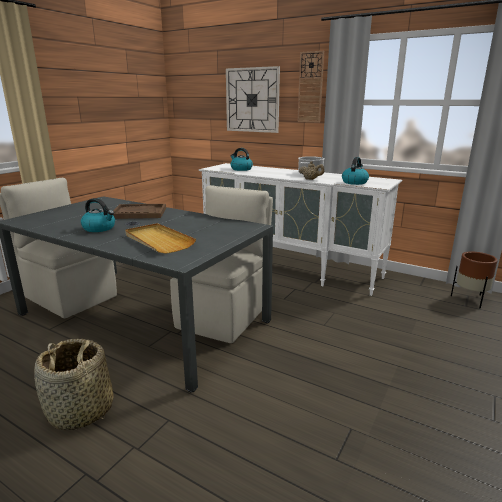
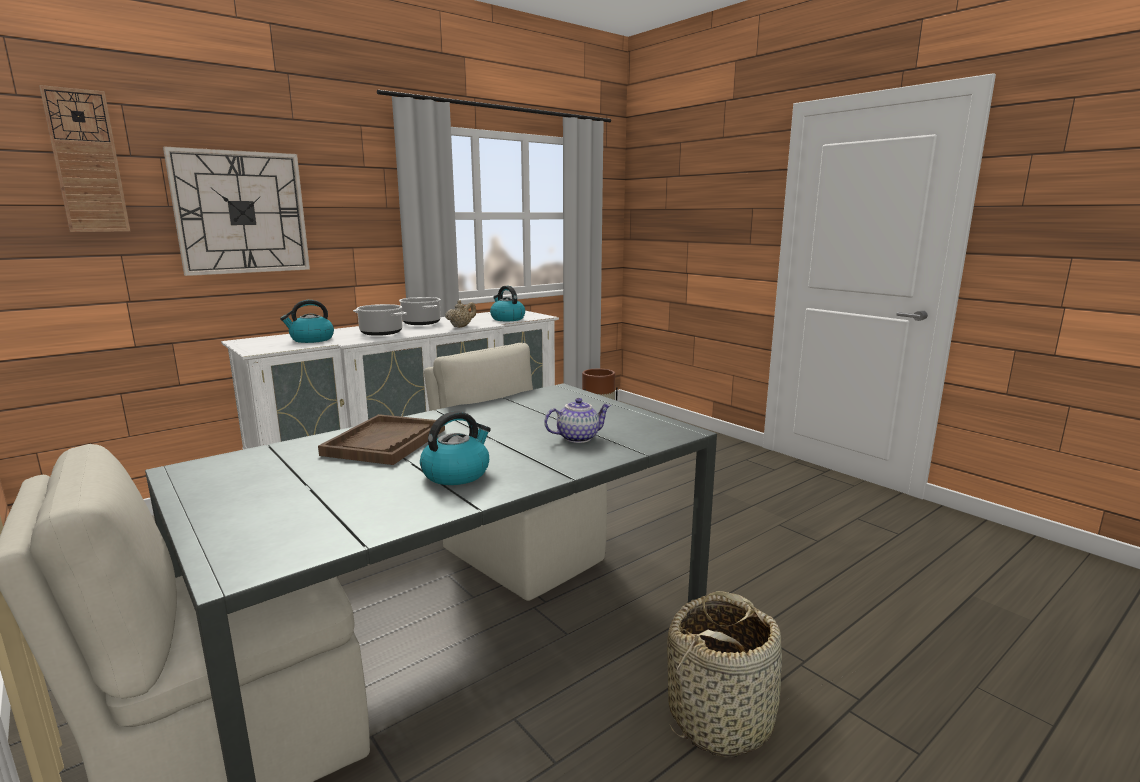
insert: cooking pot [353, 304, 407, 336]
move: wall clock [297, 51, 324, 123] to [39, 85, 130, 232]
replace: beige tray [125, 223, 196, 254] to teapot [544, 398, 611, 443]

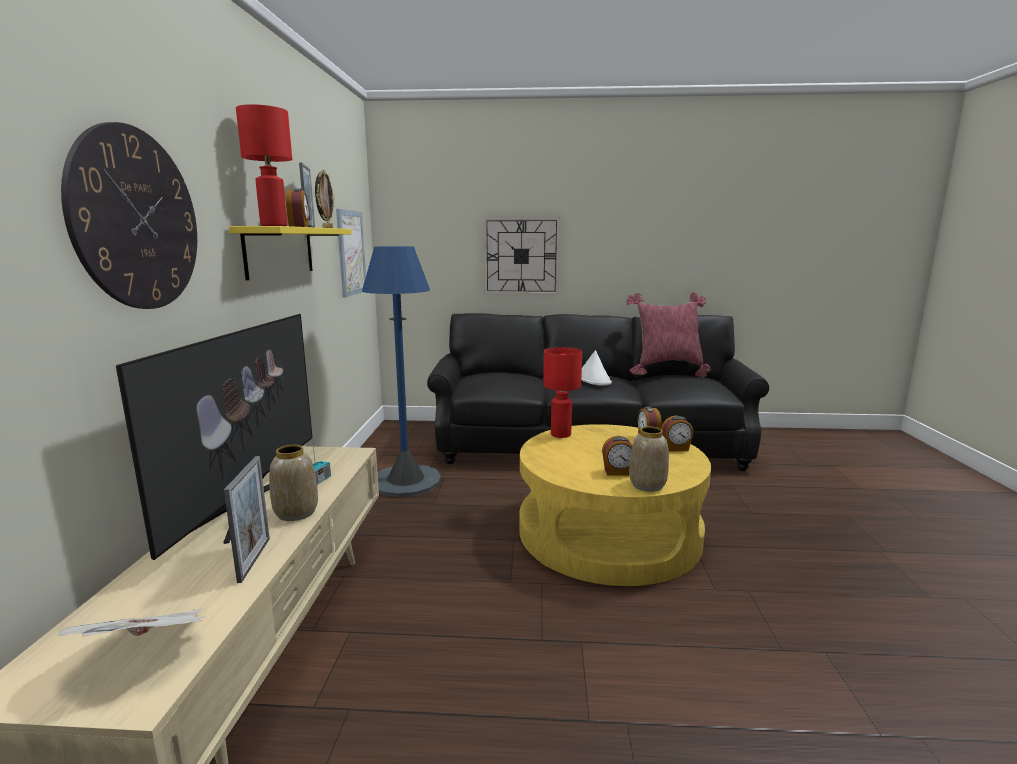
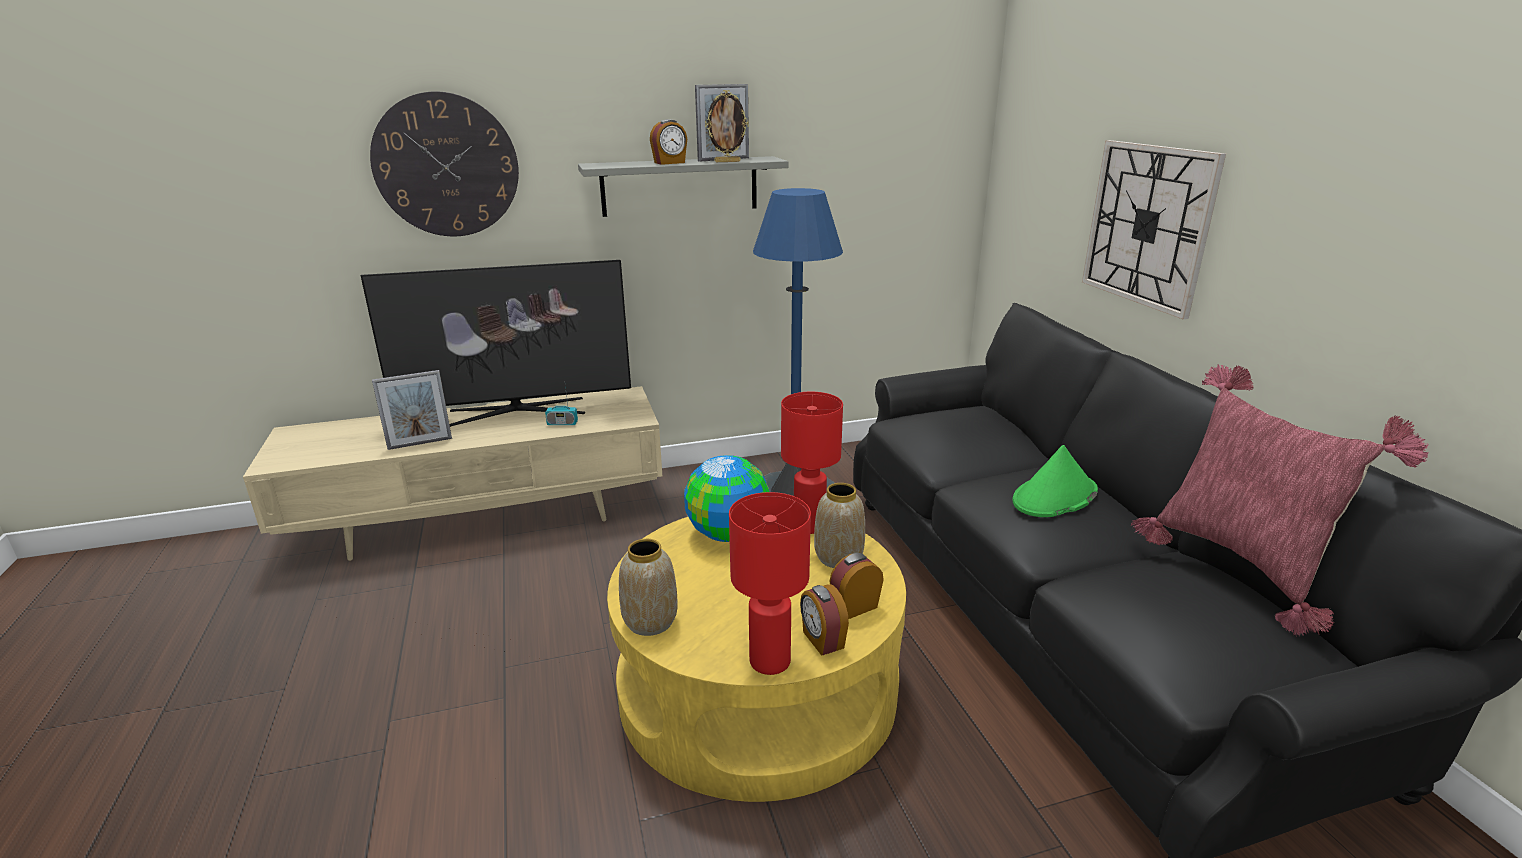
delete: picture [336, 209, 366, 297]; alarm clock [602, 436, 632, 476]; newspaper [58, 609, 205, 637]
insert: globe [684, 455, 770, 542]
move: red table lamp [236, 104, 292, 226] to [729, 492, 811, 675]; vase [269, 445, 318, 521] to [814, 483, 865, 568]
recolor: yellow shelf [229, 226, 352, 280] to grey shelf [578, 156, 788, 217]; white hat [581, 350, 612, 386] to green hat [1012, 445, 1098, 517]

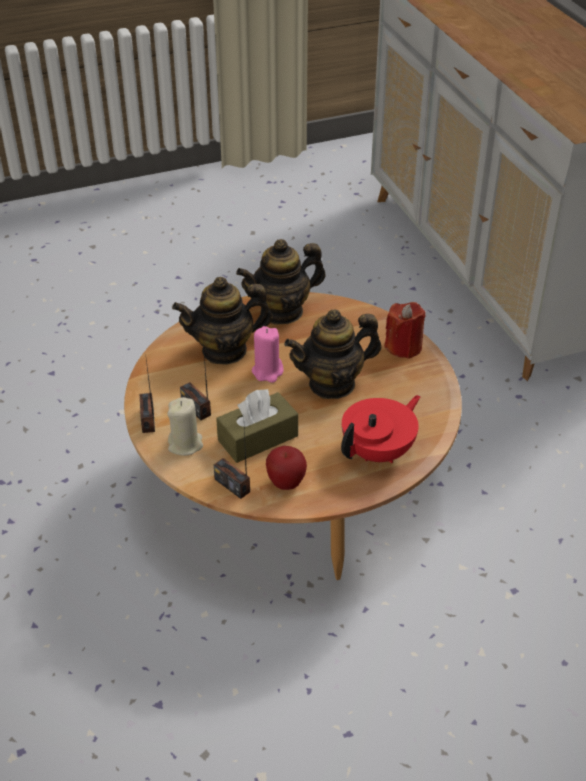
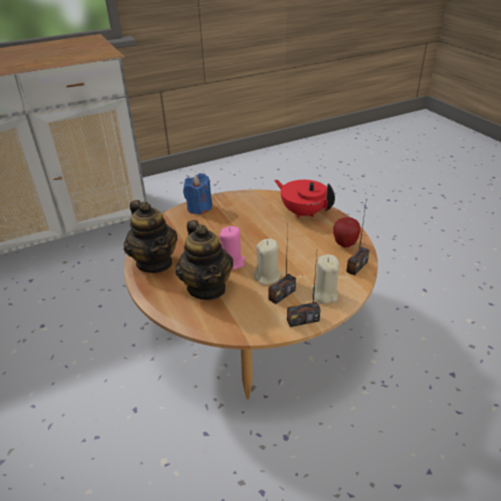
delete: teapot [284, 309, 382, 399]; brown tissue box [216, 389, 298, 463]
insert: beige candle [254, 238, 281, 285]
recolor: red candle [384, 302, 426, 359] to blue candle [183, 173, 212, 215]

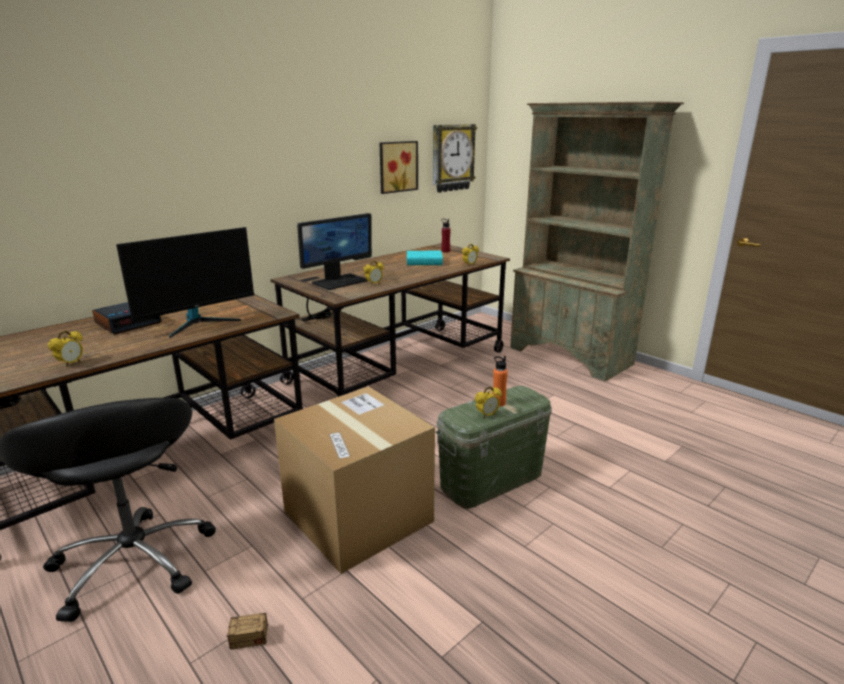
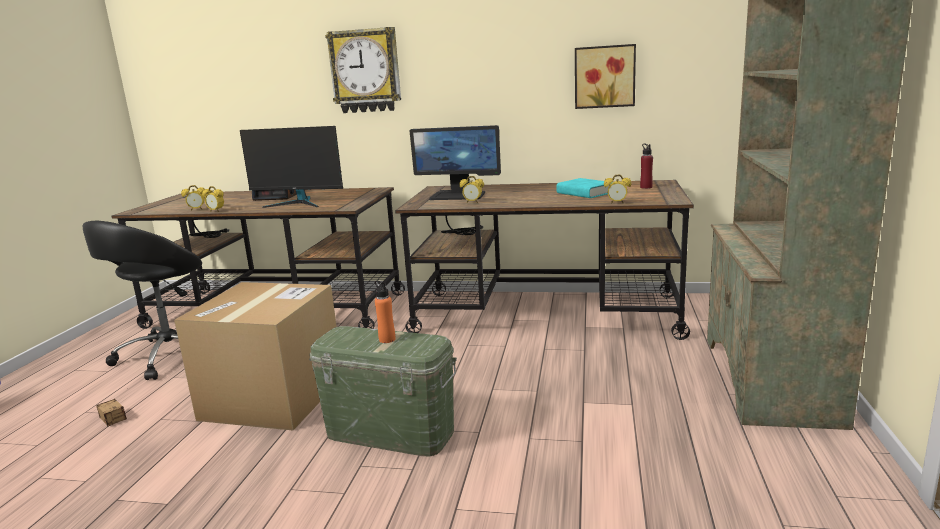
move: wall clock [433, 124, 477, 193] to [325, 27, 401, 113]; alarm clock [475, 386, 502, 419] to [202, 186, 224, 212]

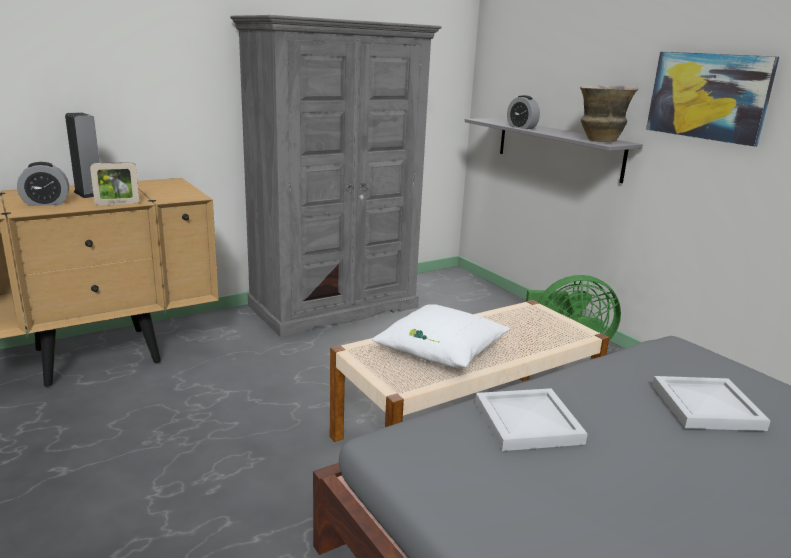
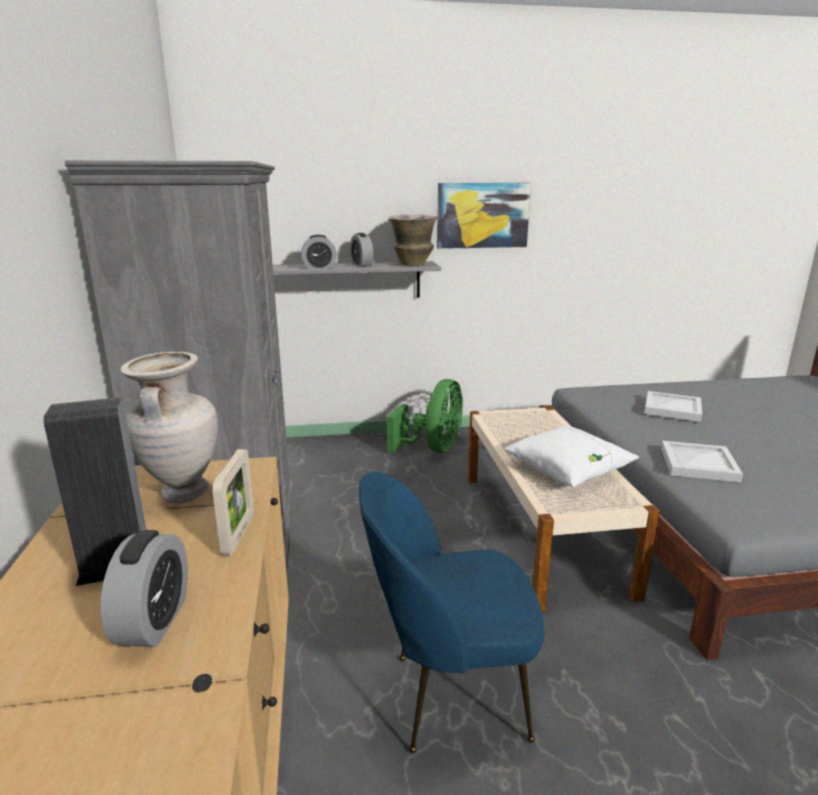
insert: alarm clock [350, 233, 373, 267]; beige vase [120, 352, 218, 503]; blue chair [359, 471, 544, 753]

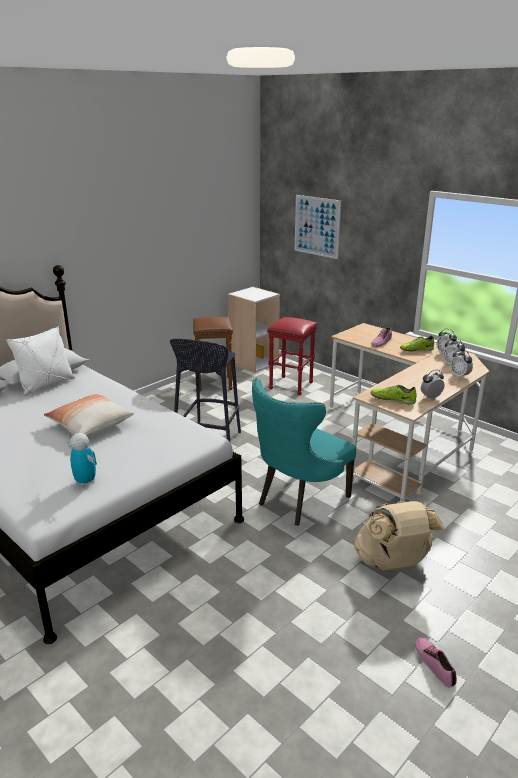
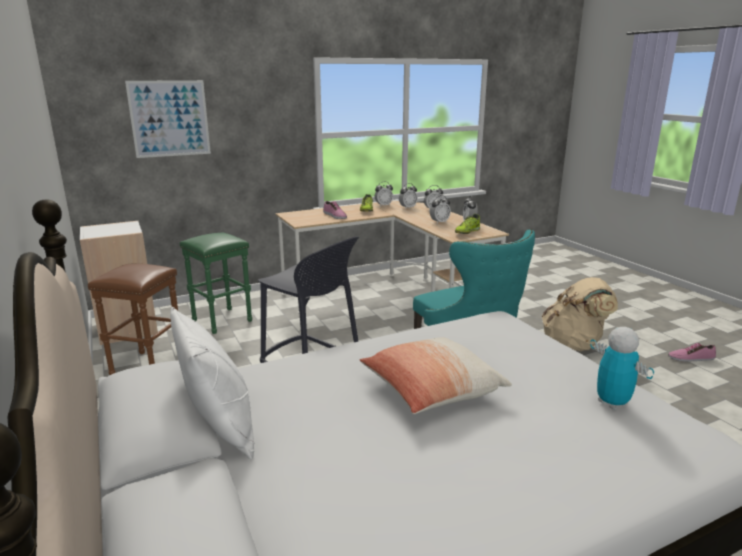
insert: alarm clock [430, 195, 451, 224]
recolor: red stool [267, 317, 317, 395] to green stool [180, 233, 252, 334]
rotate: toy robot [67, 433, 97, 486] = [590, 327, 654, 410] 90 degrees clockwise

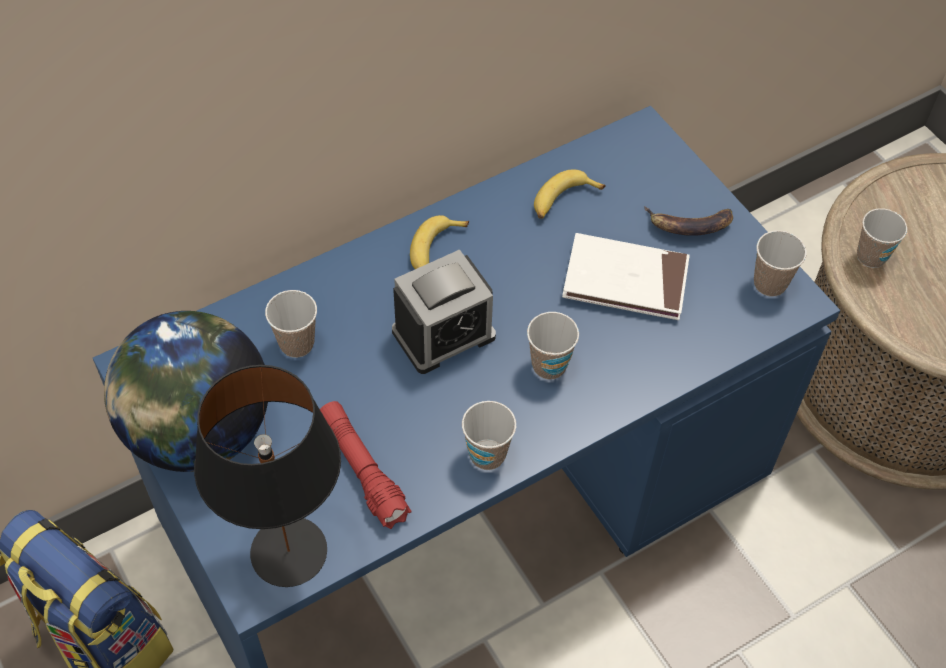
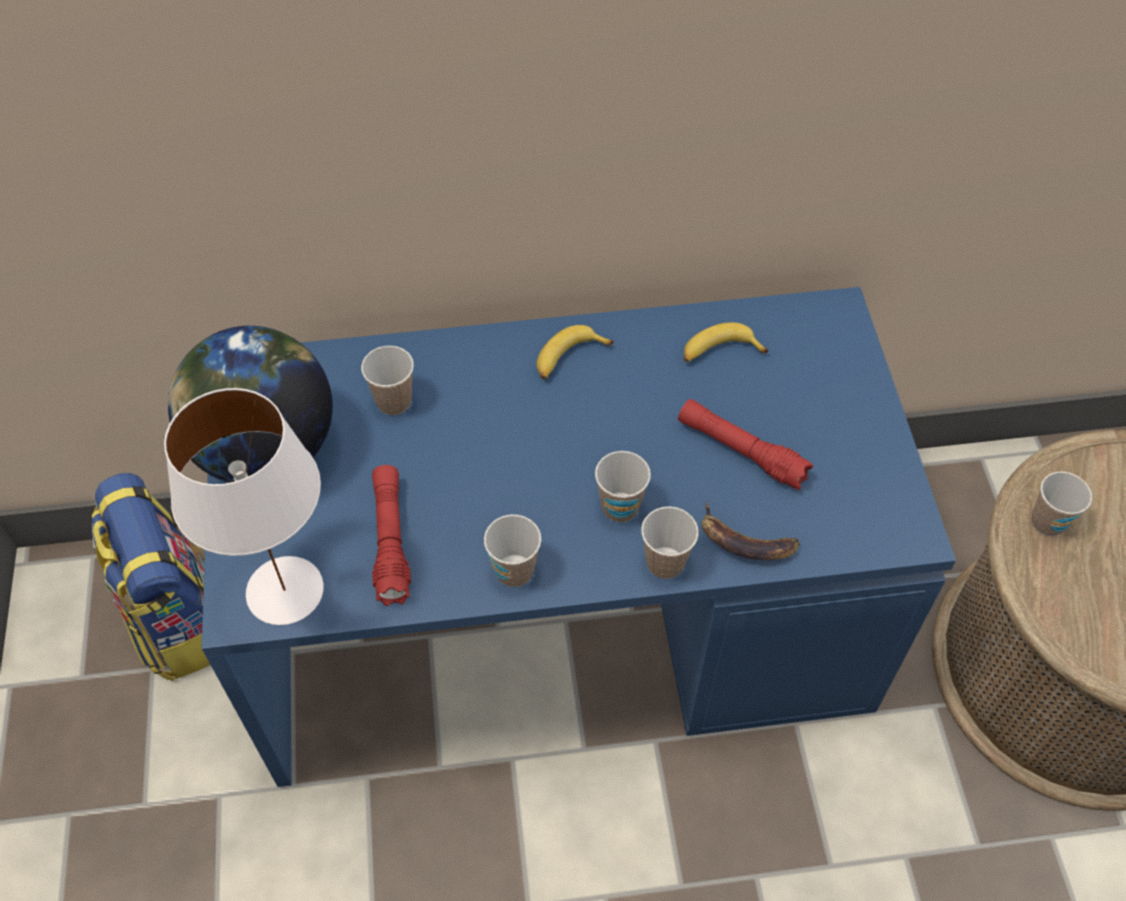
delete: alarm clock [392, 249, 496, 374]
move: banana [644, 206, 733, 236] to [701, 502, 800, 560]; cup [754, 230, 807, 297] to [641, 506, 699, 579]
replace: white book [562, 233, 690, 320] to red flashlight [678, 399, 813, 490]
recolor: black table lamp [194, 365, 341, 587] to white table lamp [164, 388, 324, 625]

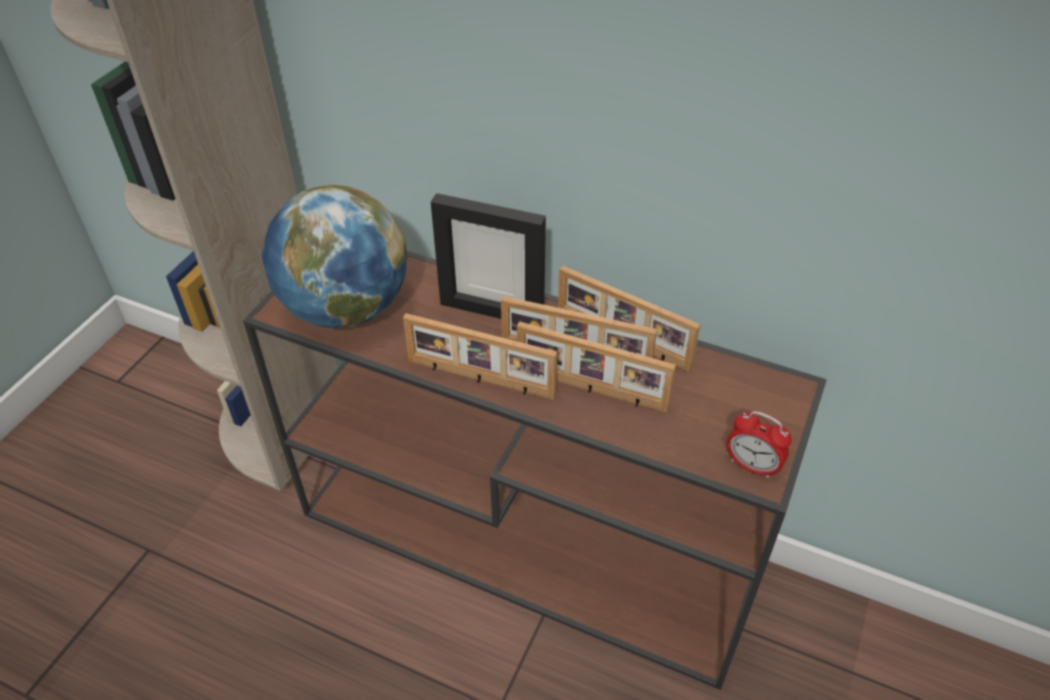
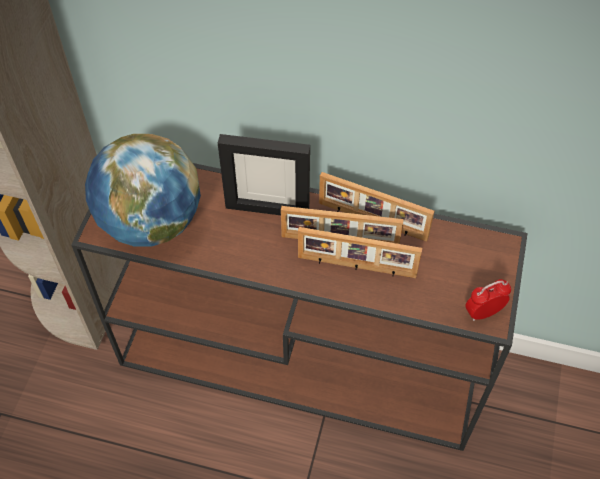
delete: picture frame [403, 313, 558, 400]
rotate: alarm clock [726, 411, 792, 478] = [465, 279, 511, 321] 135 degrees clockwise

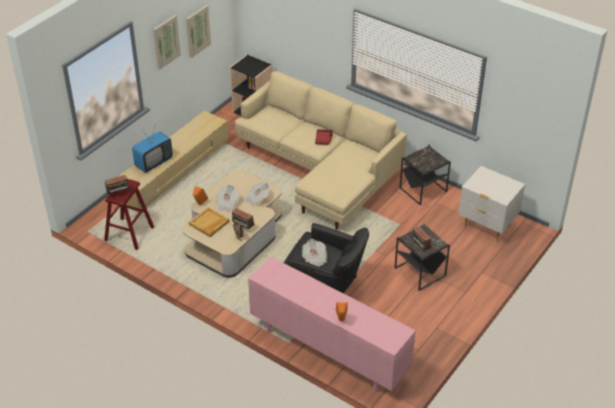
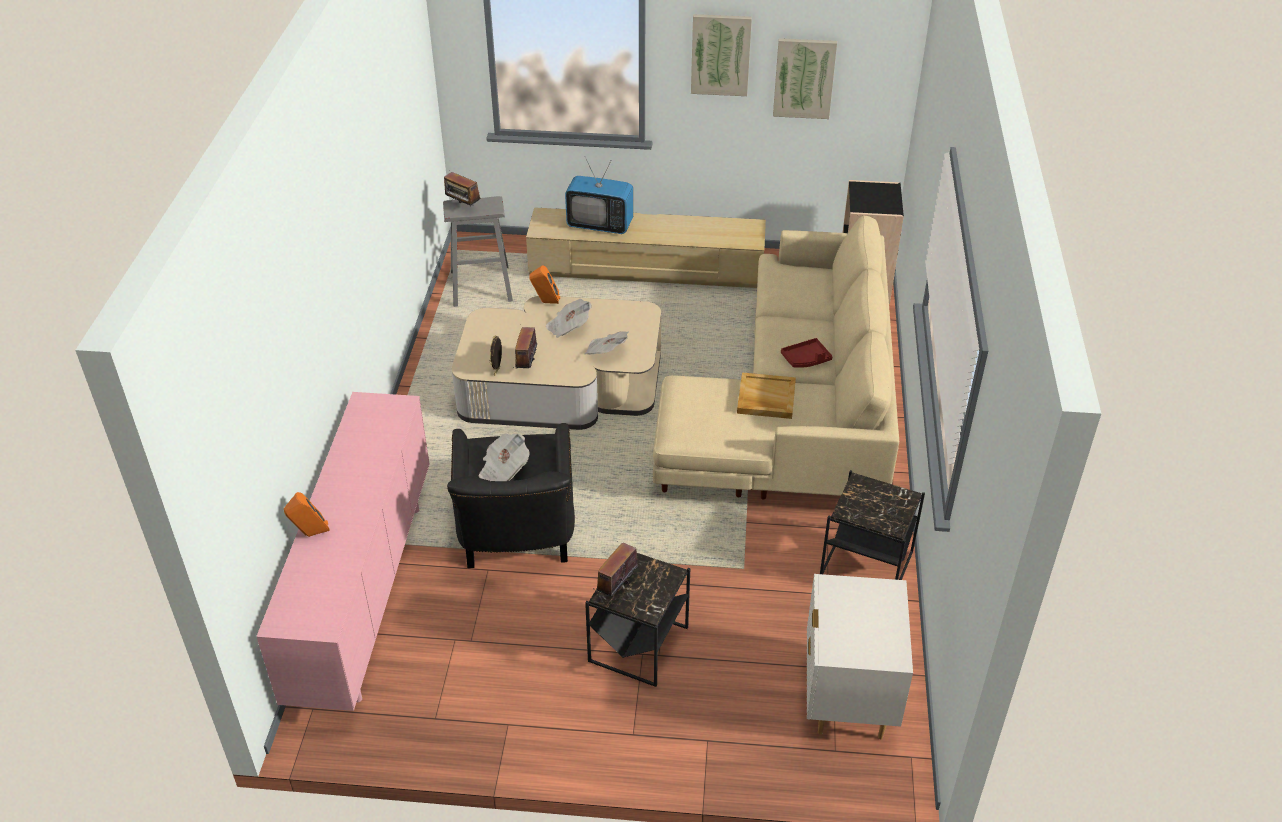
move: beige tray [189, 207, 229, 237] to [737, 372, 796, 419]
recolor: red stool [104, 179, 154, 250] to grey stool [443, 196, 513, 307]

